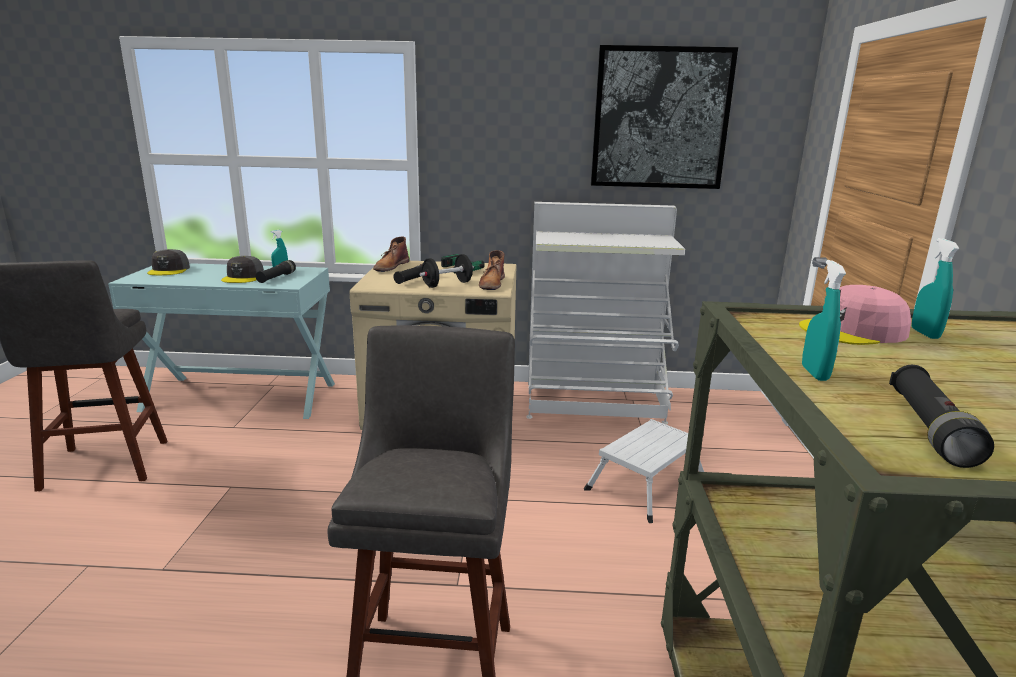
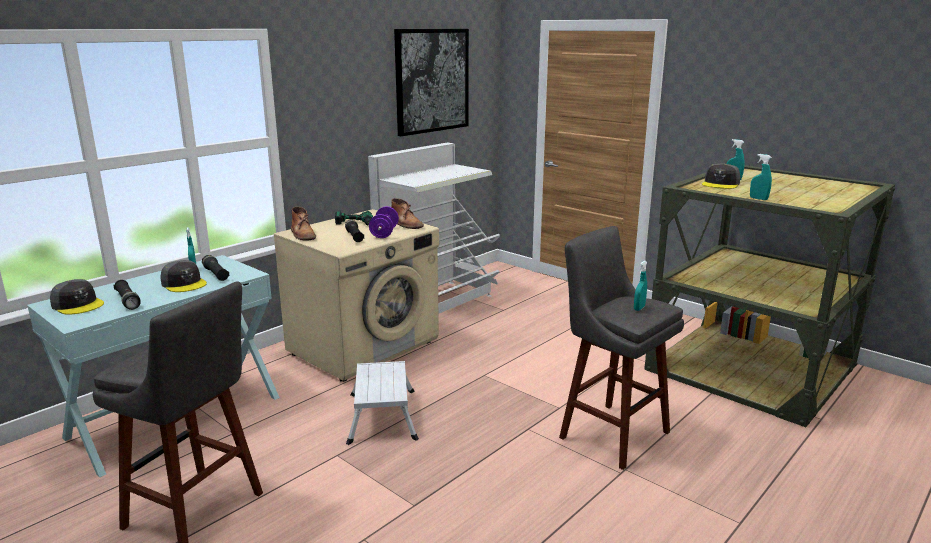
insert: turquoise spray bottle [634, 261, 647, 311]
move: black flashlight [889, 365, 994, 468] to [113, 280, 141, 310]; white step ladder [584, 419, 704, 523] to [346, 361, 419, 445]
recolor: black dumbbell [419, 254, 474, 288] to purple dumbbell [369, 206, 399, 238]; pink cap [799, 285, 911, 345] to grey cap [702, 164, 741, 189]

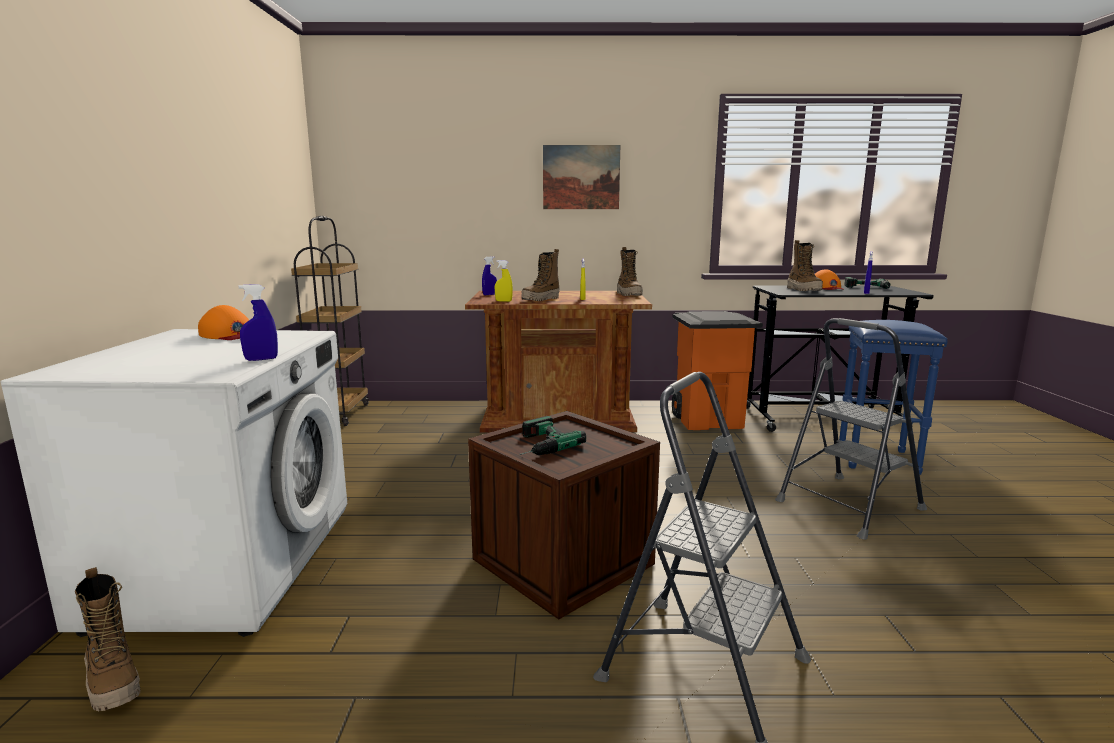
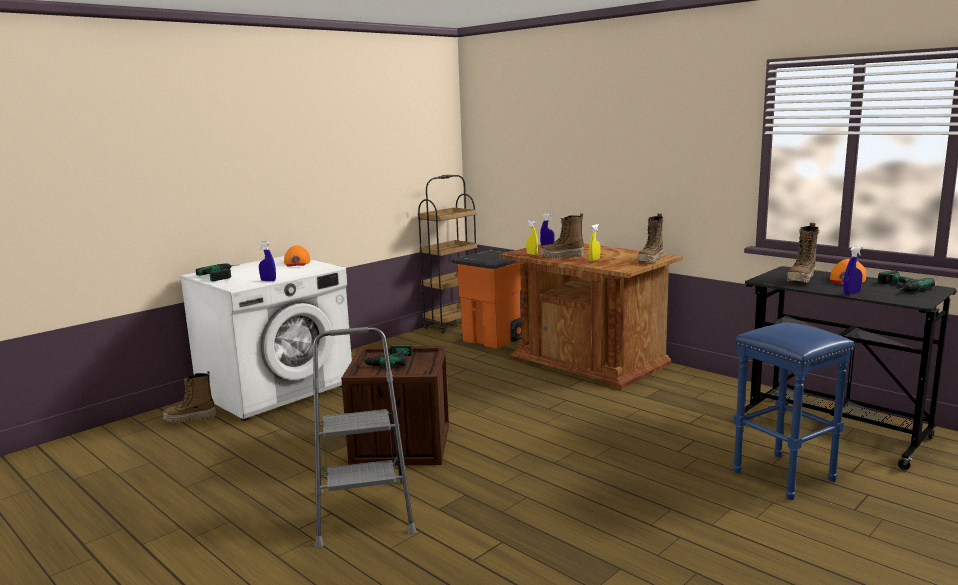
delete: picture [543, 145, 620, 209]; grey step ladder [775, 318, 927, 540]
insert: power drill [196, 263, 237, 281]
move: orange trash can [672, 311, 763, 430] to [451, 250, 522, 349]
rotate: boot [75, 567, 141, 711] = [163, 371, 216, 423] 75 degrees clockwise

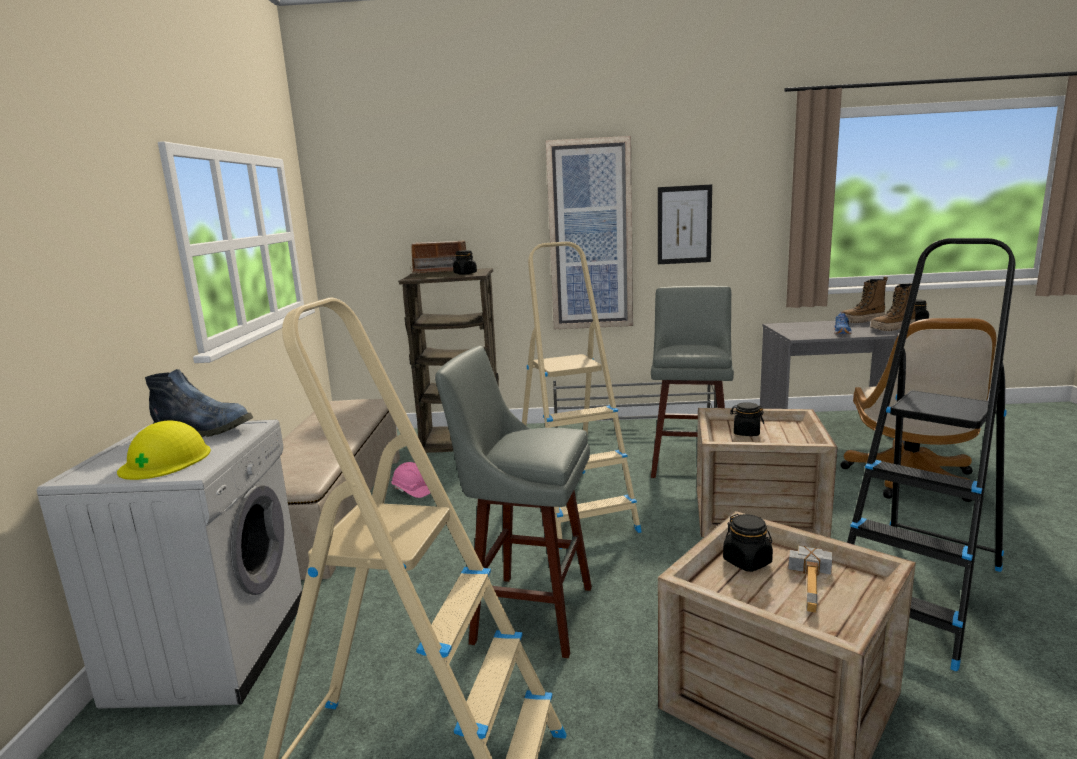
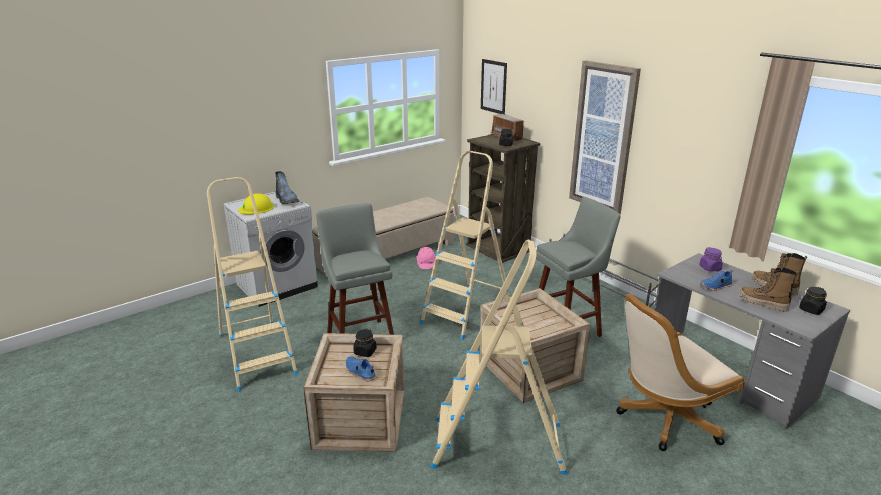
delete: black jar [730, 402, 764, 436]
insert: purple jar [699, 247, 723, 272]
move: picture [658, 184, 712, 264] to [481, 59, 507, 114]
replace: hammer [788, 546, 832, 613] to blue shoe [346, 356, 376, 381]
recolor: black step ladder [847, 238, 1016, 671] to beige step ladder [431, 239, 568, 475]

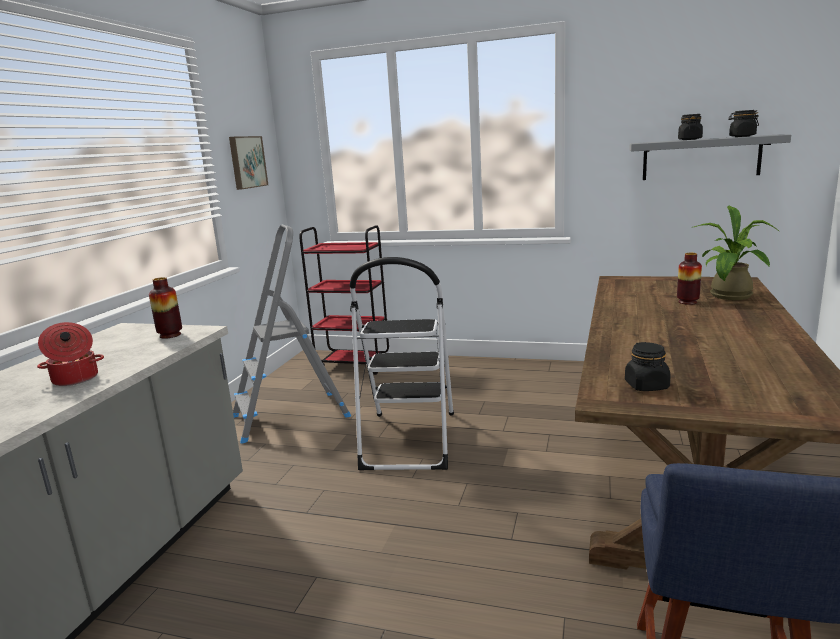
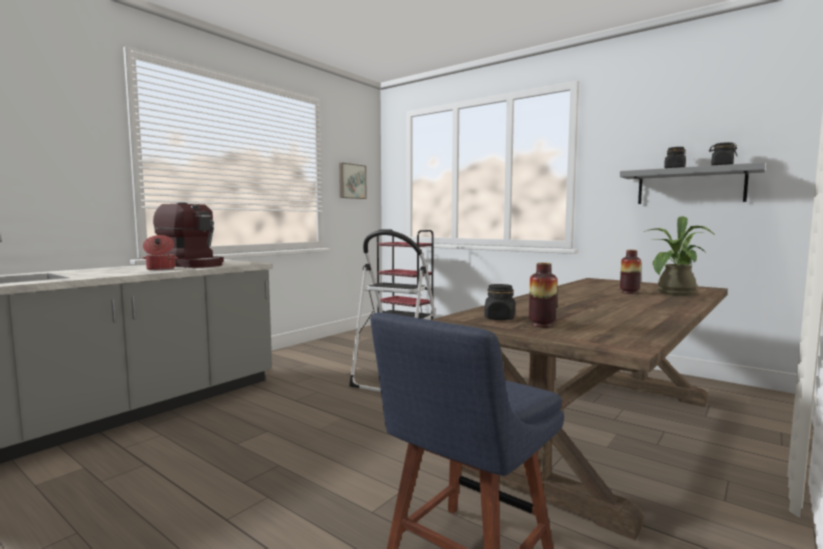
delete: grey step ladder [233, 224, 351, 443]
insert: coffee machine [153, 203, 224, 268]
move: vase [149, 277, 182, 339] to [529, 263, 557, 327]

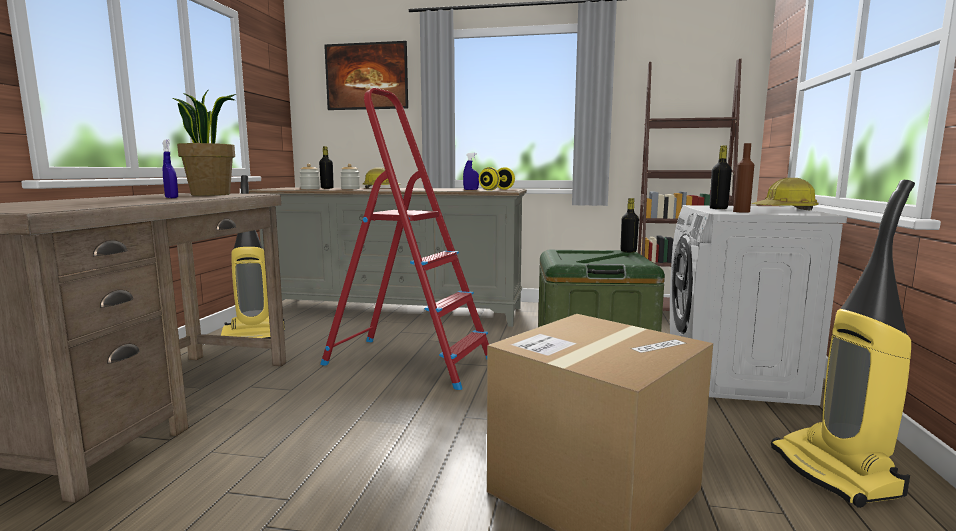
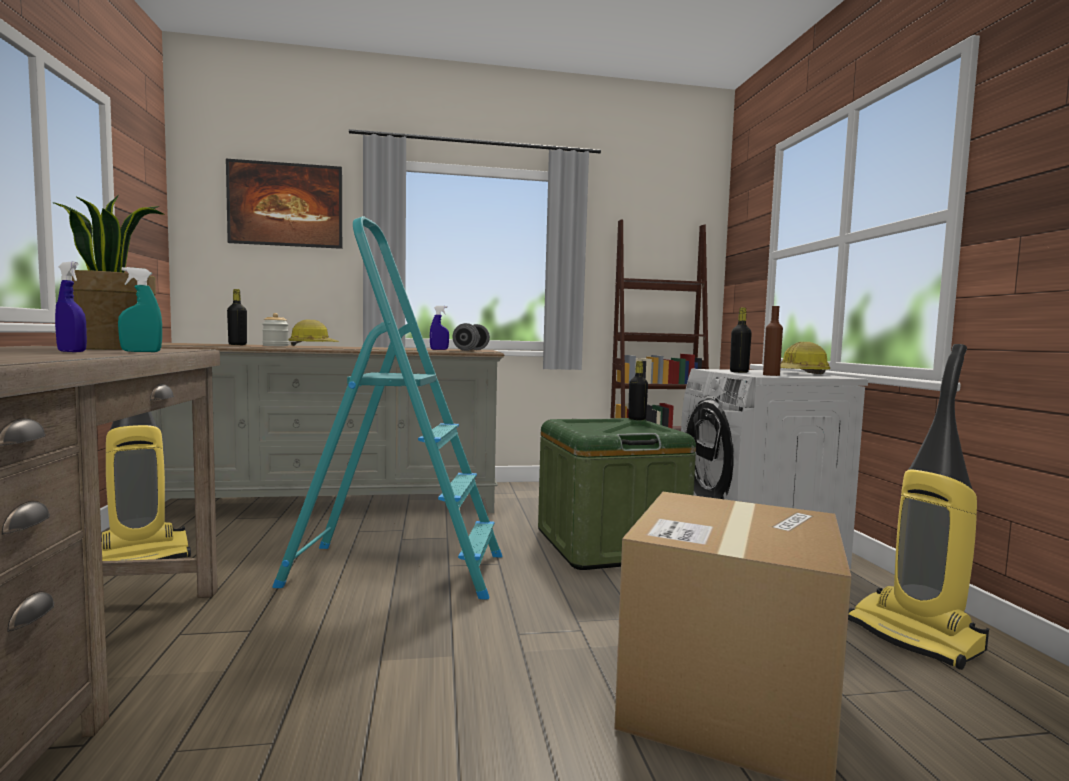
delete: jar [300, 164, 320, 189]
insert: turquoise spray bottle [118, 267, 162, 352]
recolor: red step ladder [320, 88, 489, 390] to turquoise step ladder [272, 216, 502, 600]; yellow dumbbell [479, 167, 515, 191] to grey dumbbell [453, 323, 490, 351]

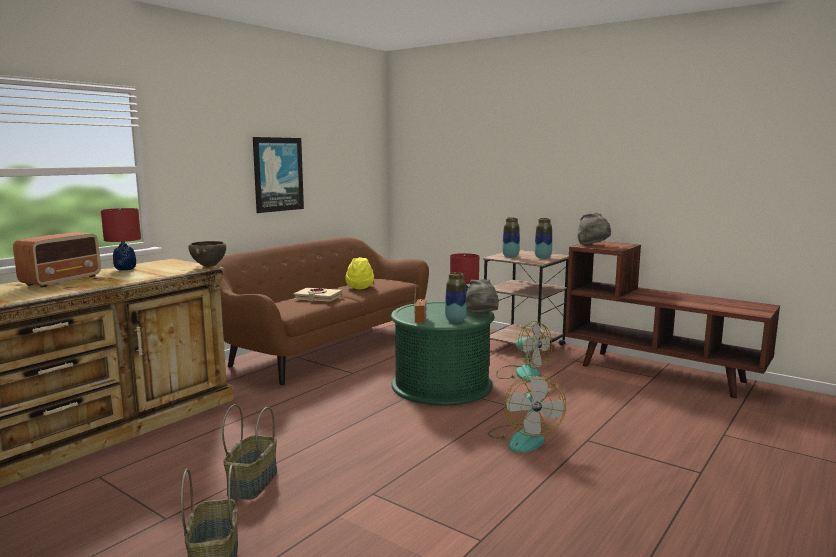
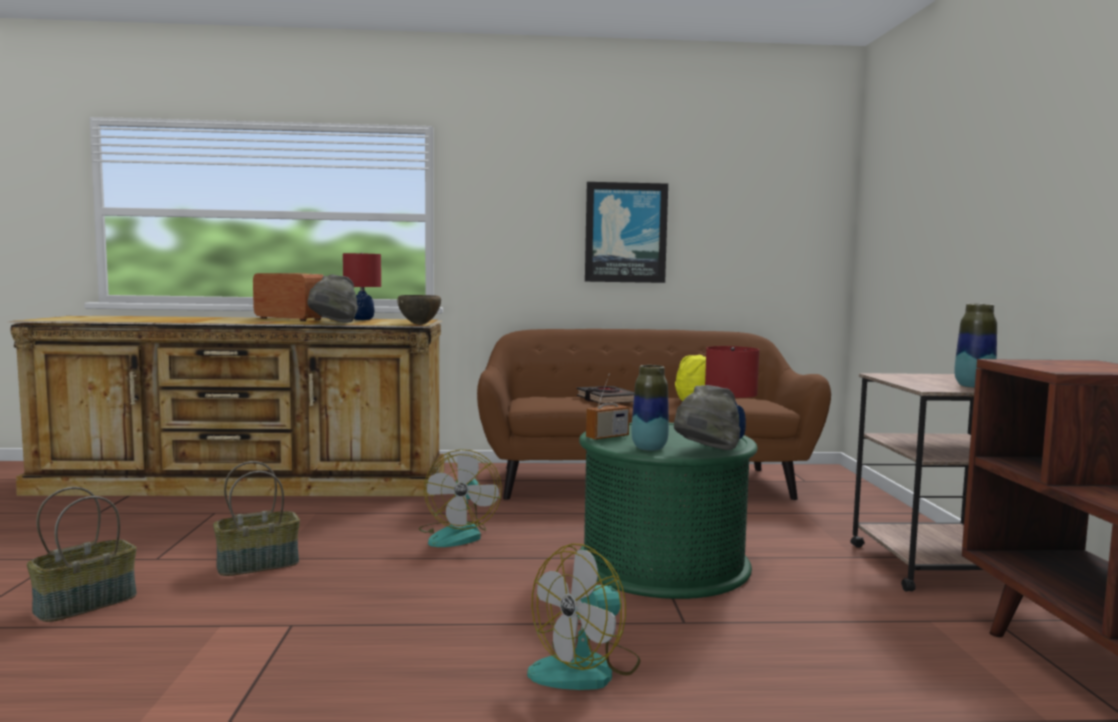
delete: vase [502, 217, 520, 258]
move: grey hat [577, 212, 611, 244] to [307, 274, 358, 323]; fan [496, 321, 552, 382] to [419, 449, 502, 547]
recolor: beige book [293, 288, 342, 302] to black book [576, 386, 634, 404]
rotate: radio [13, 232, 101, 288] = [253, 273, 324, 321] 135 degrees counterclockwise

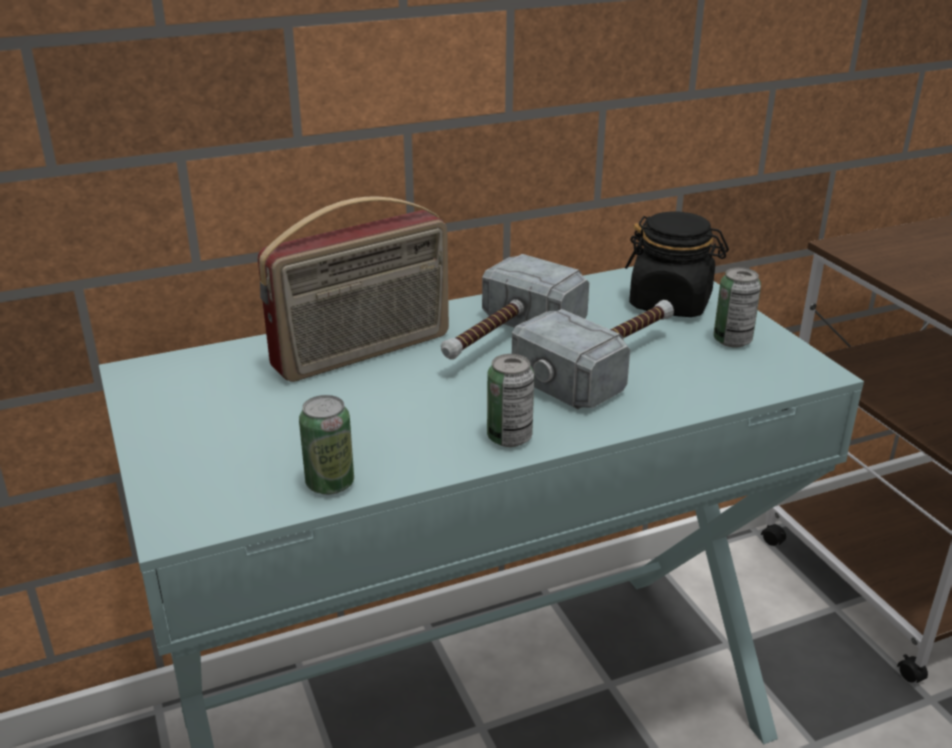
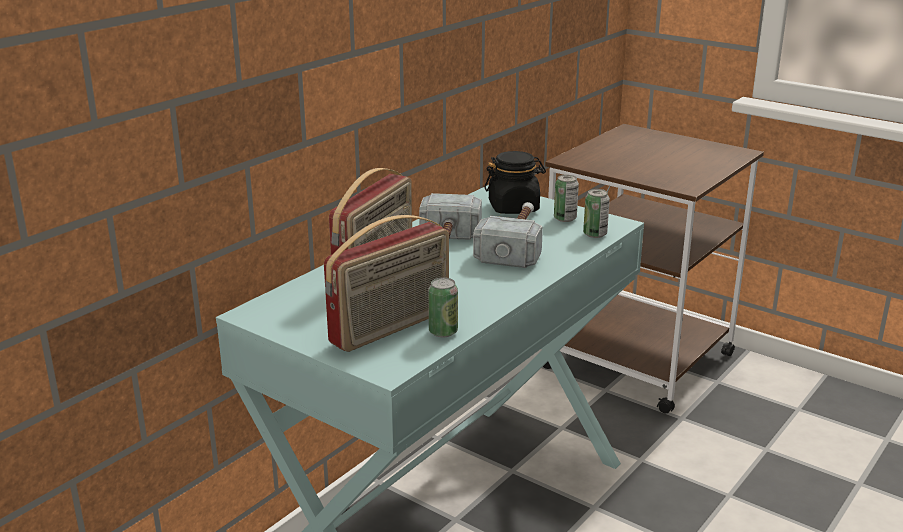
insert: radio [324, 215, 449, 352]
move: can [487, 354, 534, 447] to [583, 189, 610, 238]

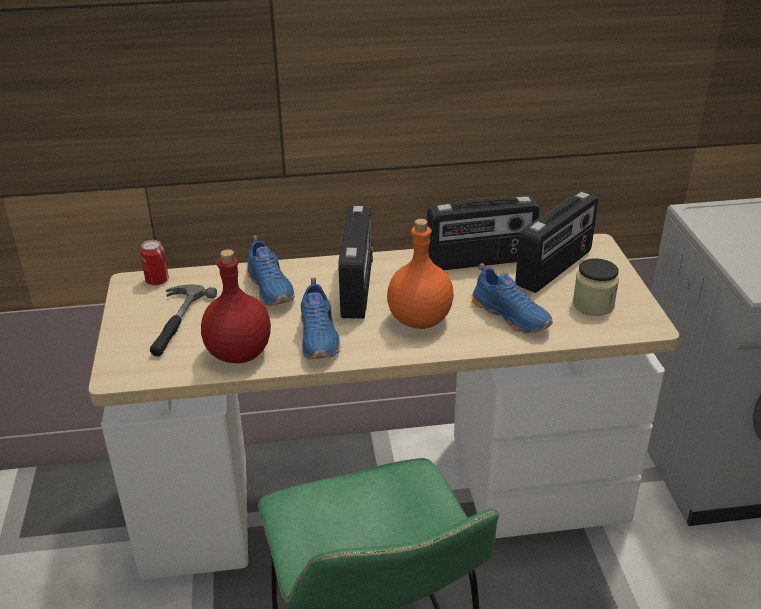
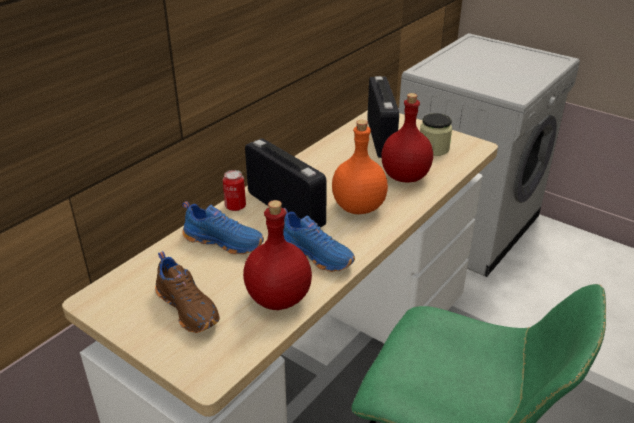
delete: radio [427, 195, 540, 270]
move: can [140, 240, 169, 285] to [223, 170, 246, 211]
replace: blue shoe [471, 263, 553, 333] to red bottle [381, 93, 433, 182]; hammer [150, 285, 217, 357] to brown shoe [155, 251, 220, 333]

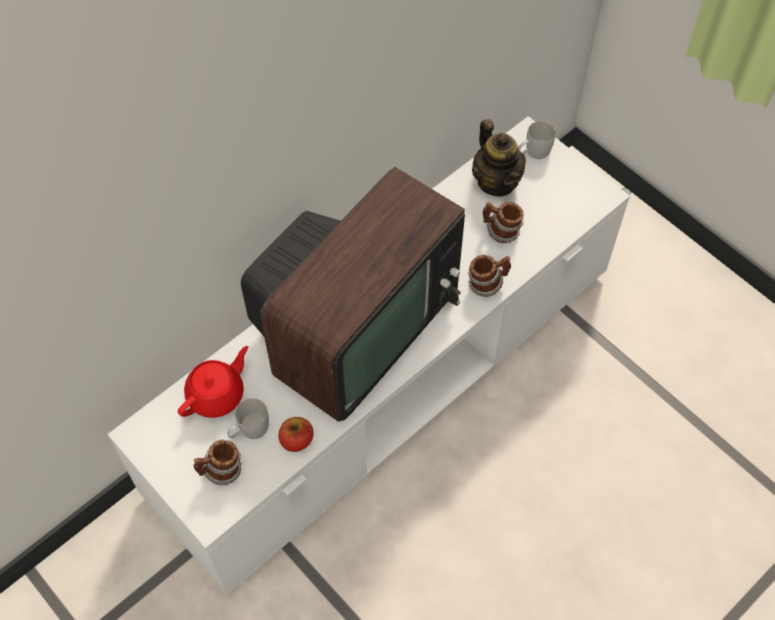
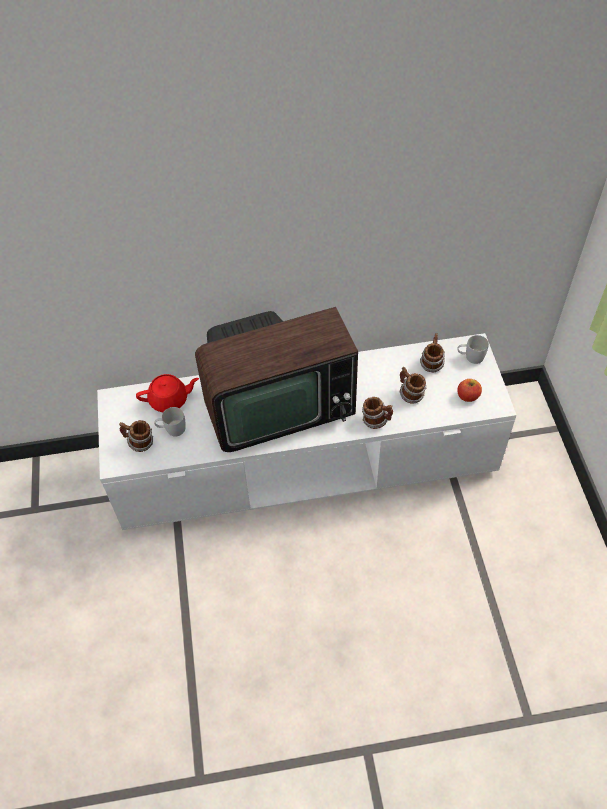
move: apple [278, 417, 314, 452] to [457, 379, 482, 402]
replace: teapot [472, 119, 526, 197] to mug [420, 333, 445, 372]

